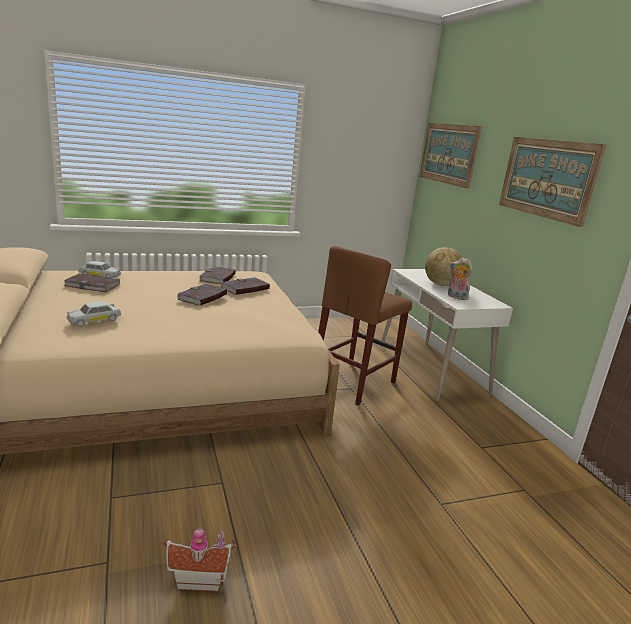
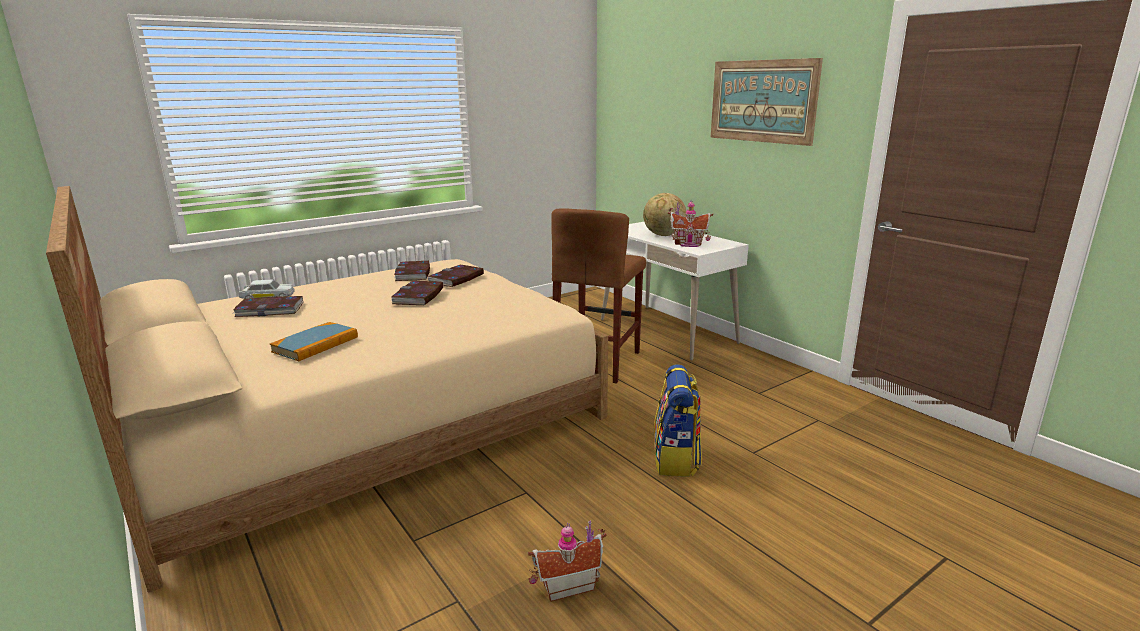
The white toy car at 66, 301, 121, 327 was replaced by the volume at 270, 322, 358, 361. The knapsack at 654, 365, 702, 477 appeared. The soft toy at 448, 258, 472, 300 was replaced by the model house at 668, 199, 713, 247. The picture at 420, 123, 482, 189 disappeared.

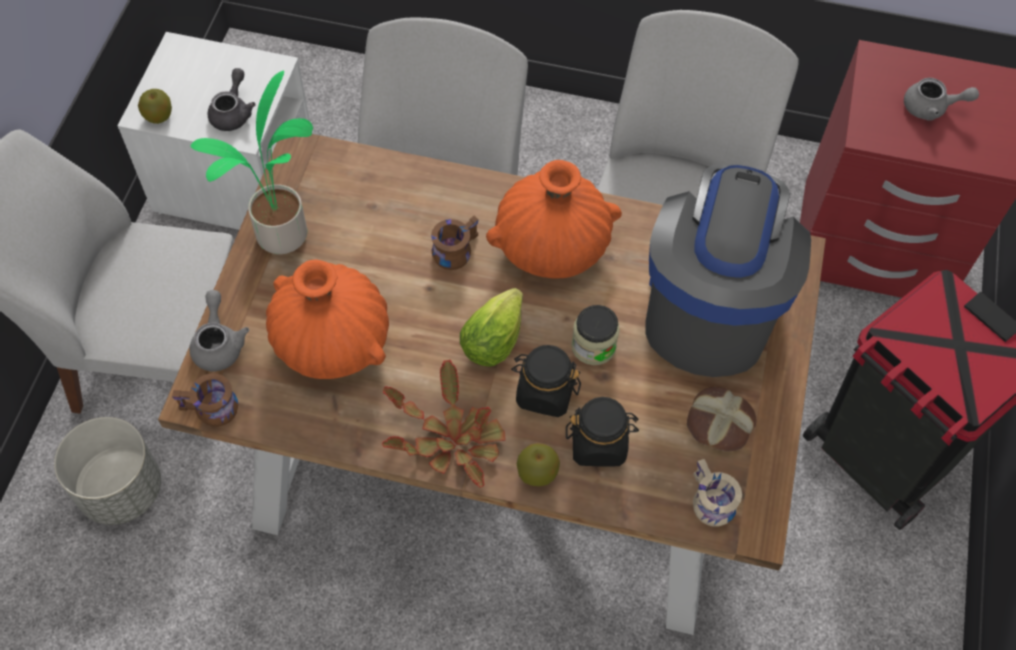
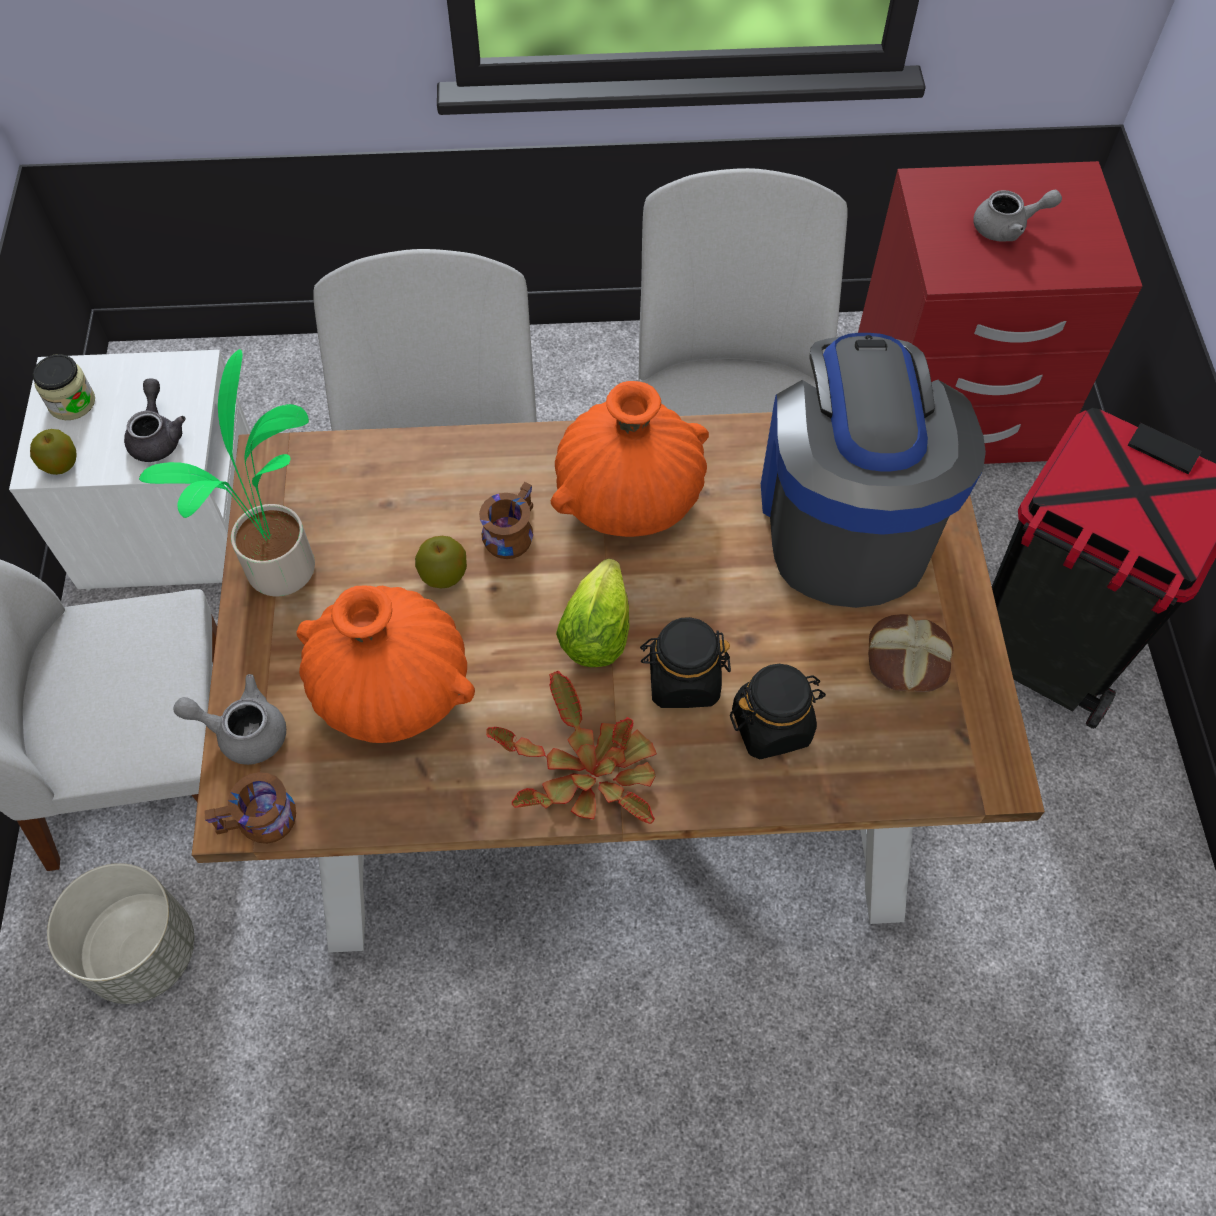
The storage jar moved from 571, 305, 620, 365 to 32, 354, 95, 420. The grey teapot at 189, 290, 249, 371 turned 60 degrees counterclockwise. The whole apple moved from 517, 443, 560, 486 to 415, 536, 467, 588. The beige mug at 693, 459, 742, 527 disappeared.

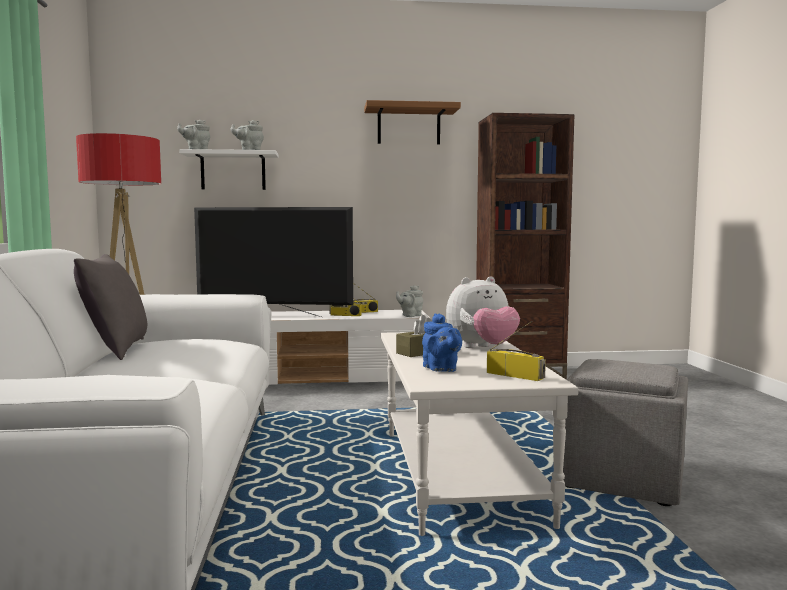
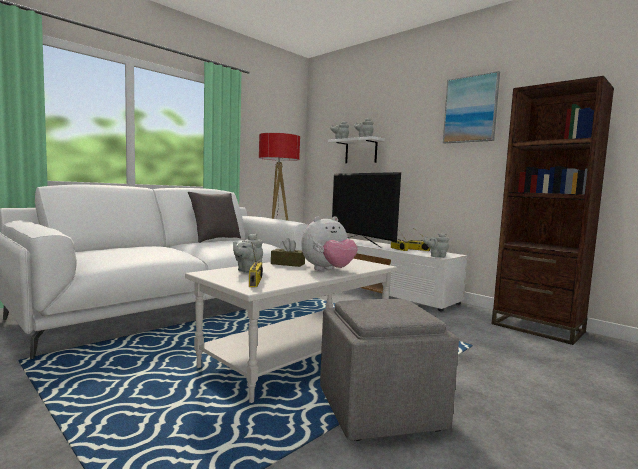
The bluish teapot at 422, 313, 462, 372 became the grey teapot at 233, 234, 263, 273. The soft toy at 446, 276, 520, 348 turned 60 degrees counterclockwise. The wall shelf at 364, 100, 461, 144 was replaced by the picture at 443, 71, 500, 143.

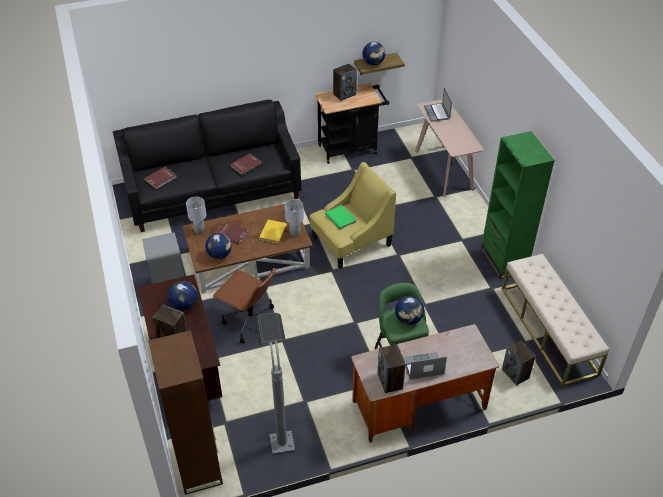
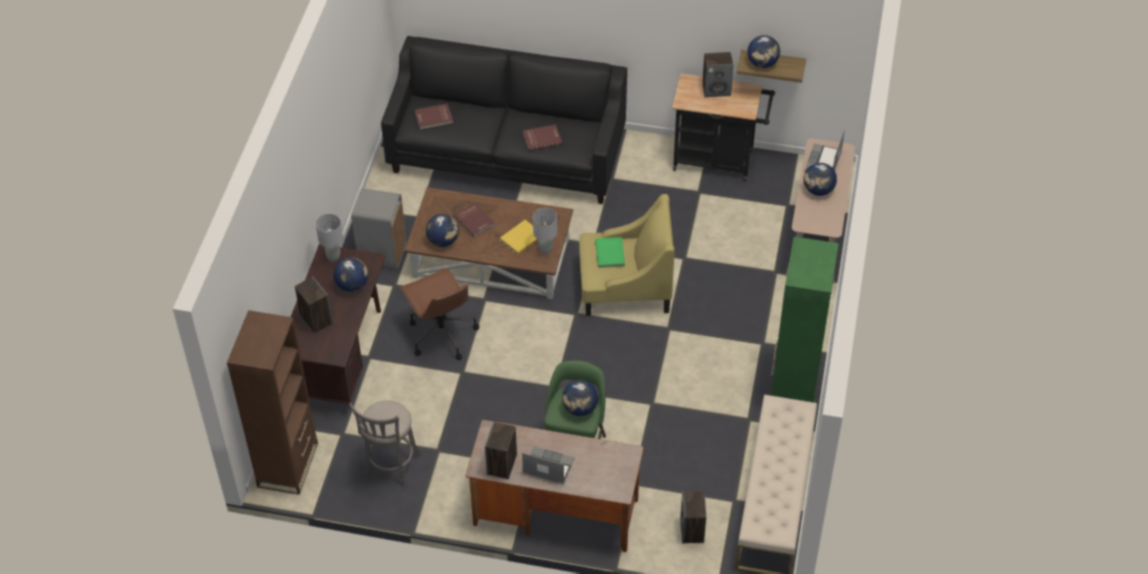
The grey tabletop lamp moved from 186, 197, 206, 234 to 316, 214, 343, 261. The grey floor lamp at 255, 313, 295, 454 was replaced by the grey sitting stool at 349, 400, 421, 487. The desk globe at 803, 163, 837, 196 appeared.

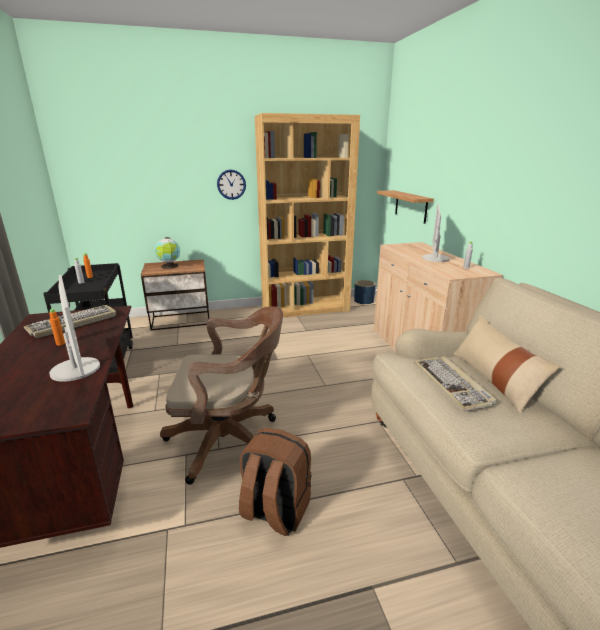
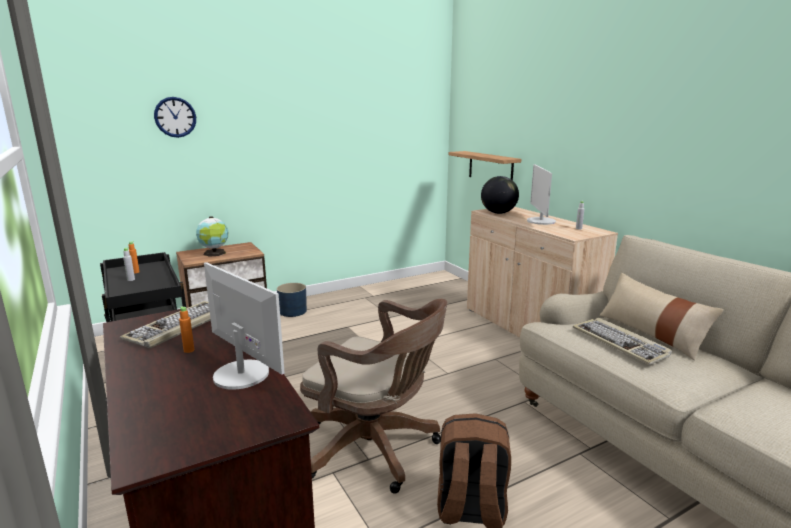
The hanging clock moved from 217, 169, 246, 200 to 154, 97, 196, 138. The bluish flower pot moved from 354, 280, 376, 304 to 277, 283, 307, 317. The brown-coloured office chair at 160, 306, 283, 485 turned 45 degrees clockwise. The desk globe at 481, 176, 519, 214 appeared. The brown-coloured bookshelf at 255, 113, 360, 317 disappeared.

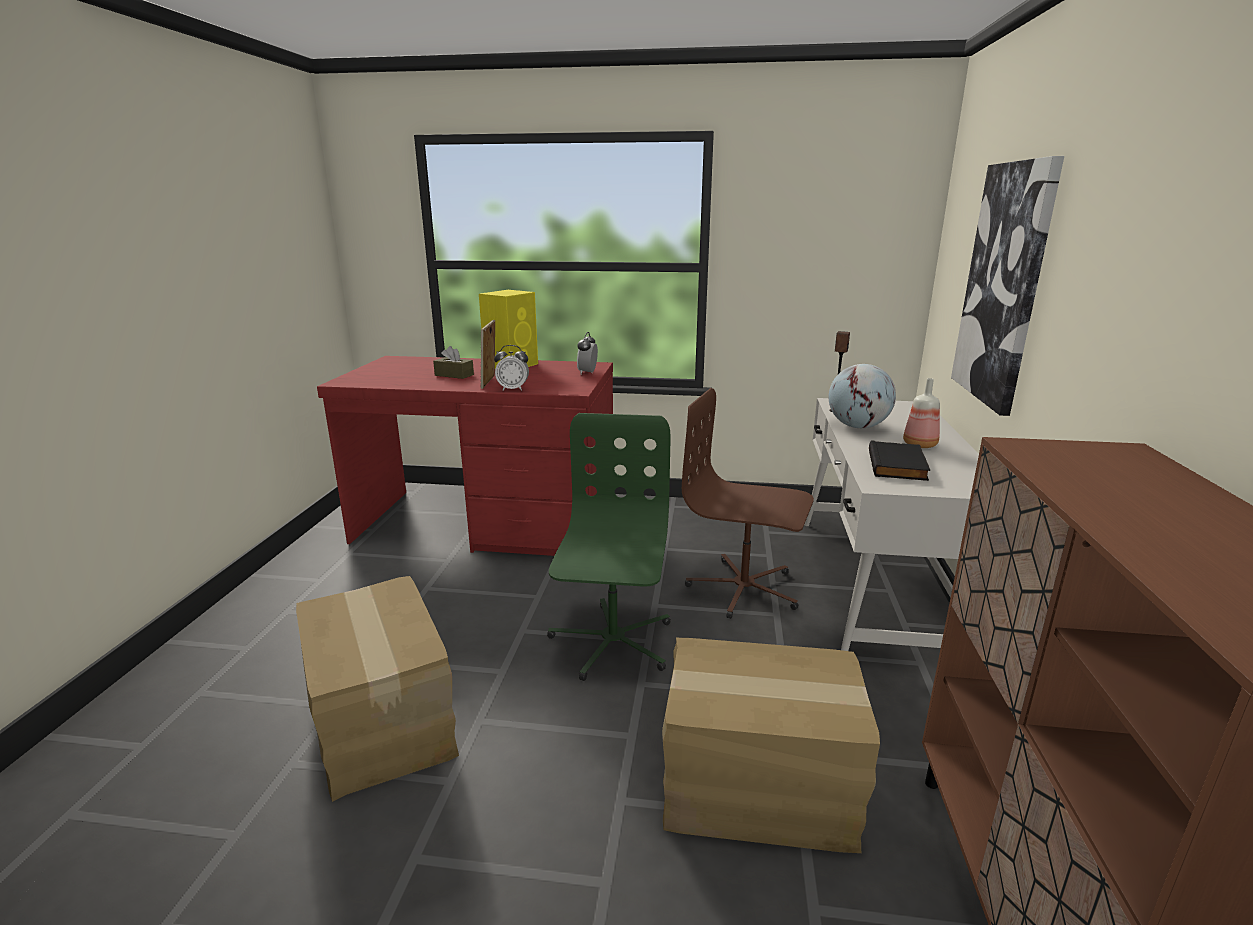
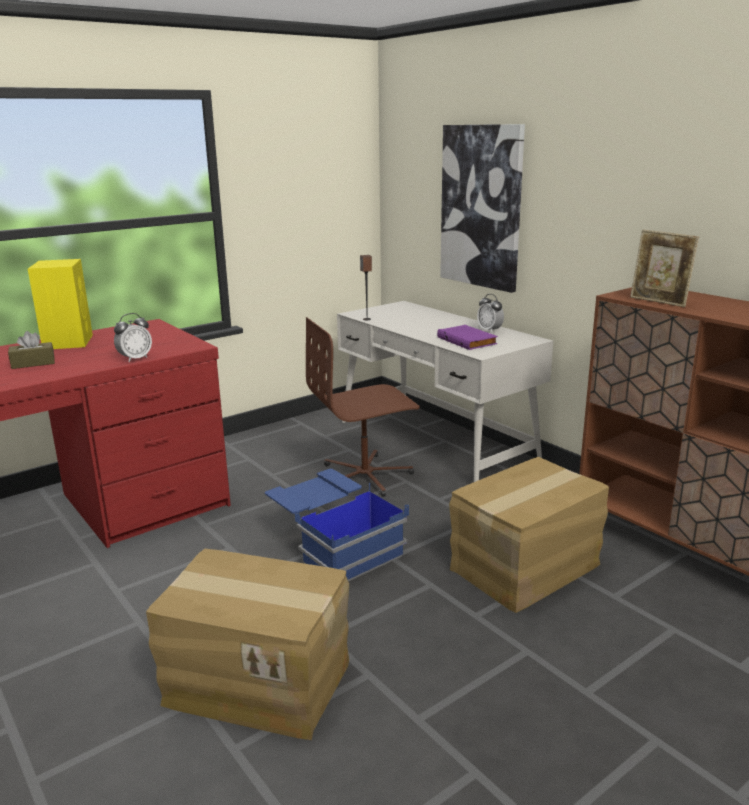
The green office chair at 547, 413, 671, 681 was replaced by the bluish storage bin at 265, 469, 409, 581. The blackish volume at 869, 440, 930, 481 became the purplish volume at 437, 325, 498, 350. The alarm clock moved from 577, 332, 598, 374 to 477, 294, 504, 333. The photo frame moved from 480, 320, 495, 389 to 630, 229, 699, 307. The desk globe at 829, 364, 896, 428 disappeared. The drink bottle at 903, 378, 940, 448 disappeared.

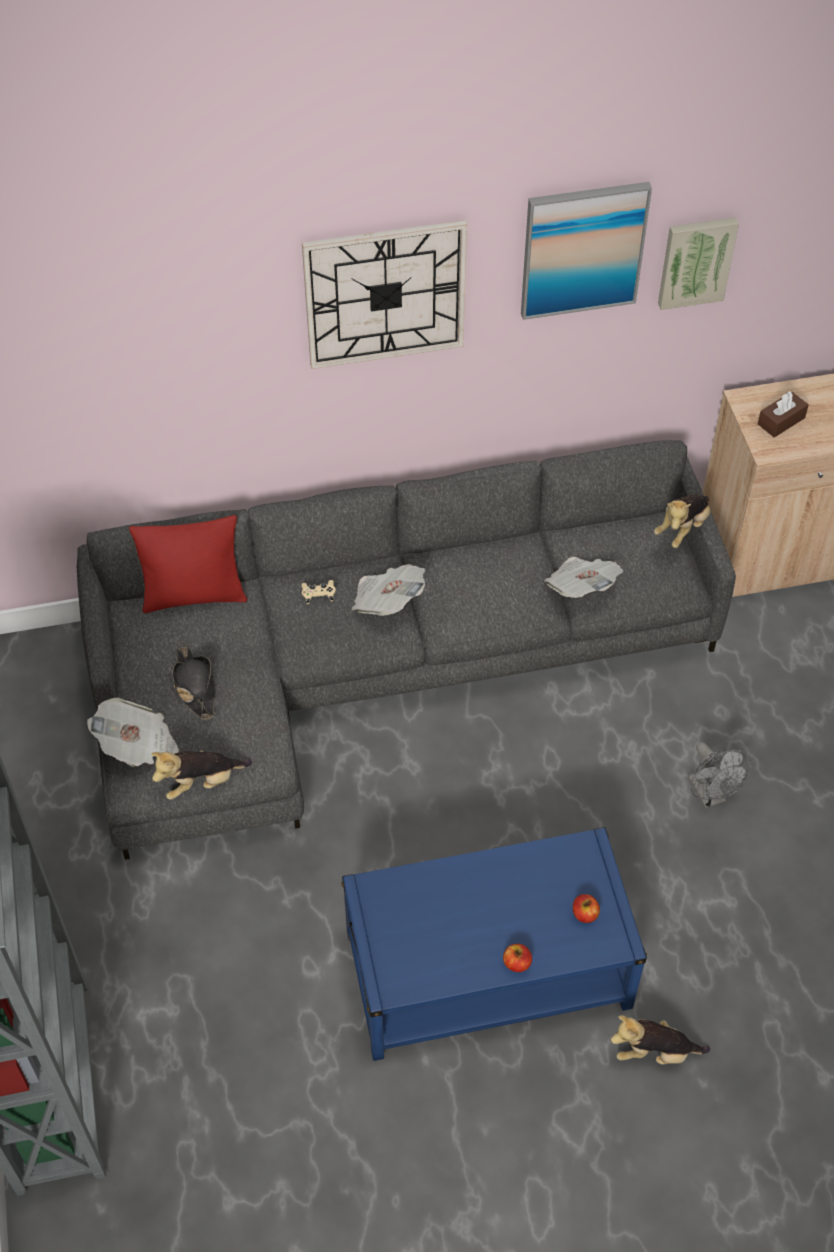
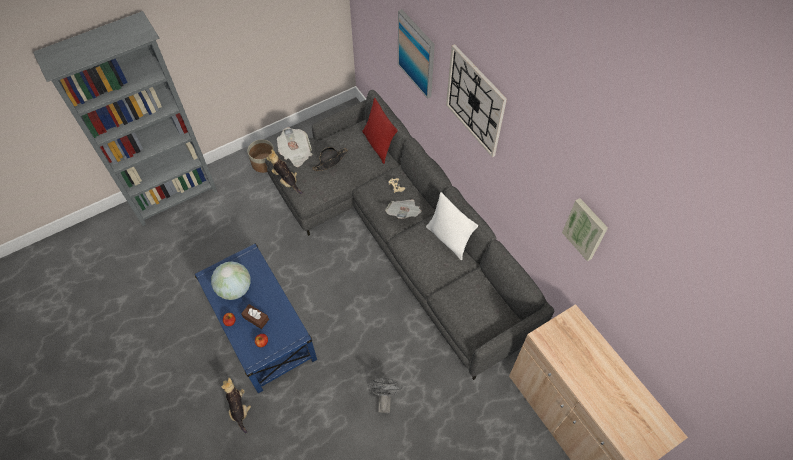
The desk globe at 211, 261, 251, 300 appeared. The brown-coloured tissue holder moved from 758, 391, 809, 438 to 241, 304, 269, 329. The flower pot at 247, 140, 274, 173 appeared. The grey fan at 688, 742, 751, 809 turned 135 degrees clockwise. The picture moved from 521, 182, 652, 320 to 398, 9, 435, 99. The white pillow at 426, 192, 478, 260 appeared. The daily paper at 544, 557, 623, 598 disappeared. The soft toy at 654, 494, 710, 548 disappeared.

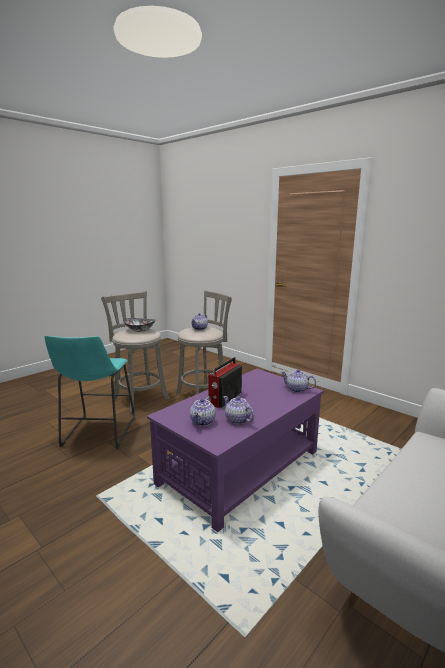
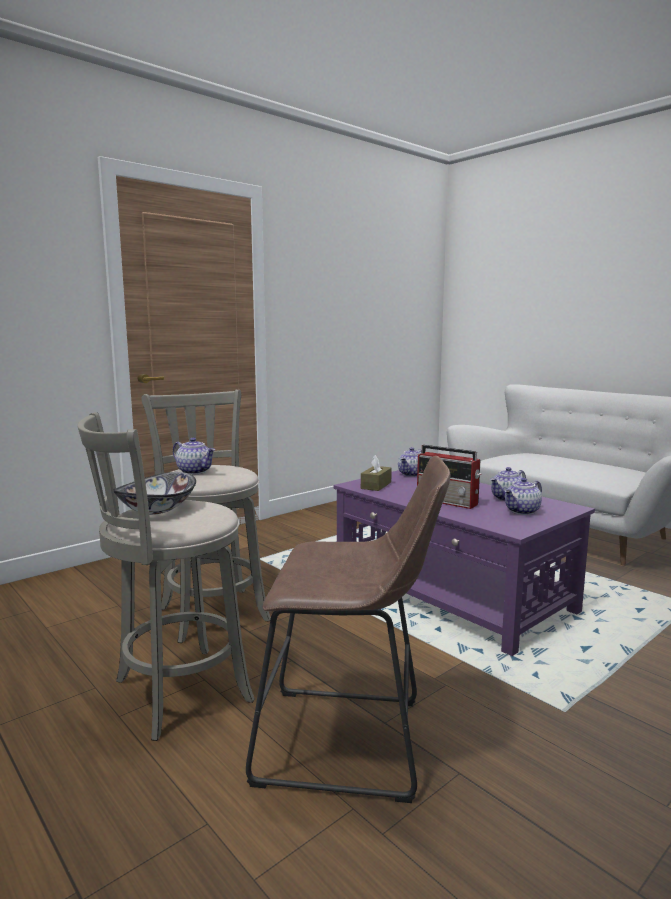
The turquoise-coloured sitting stool at 45, 336, 135, 449 became the brown-coloured sitting stool at 246, 456, 450, 803. The brown-coloured tissue holder at 361, 455, 392, 491 appeared. The teapot at 190, 396, 216, 426 turned 120 degrees clockwise.

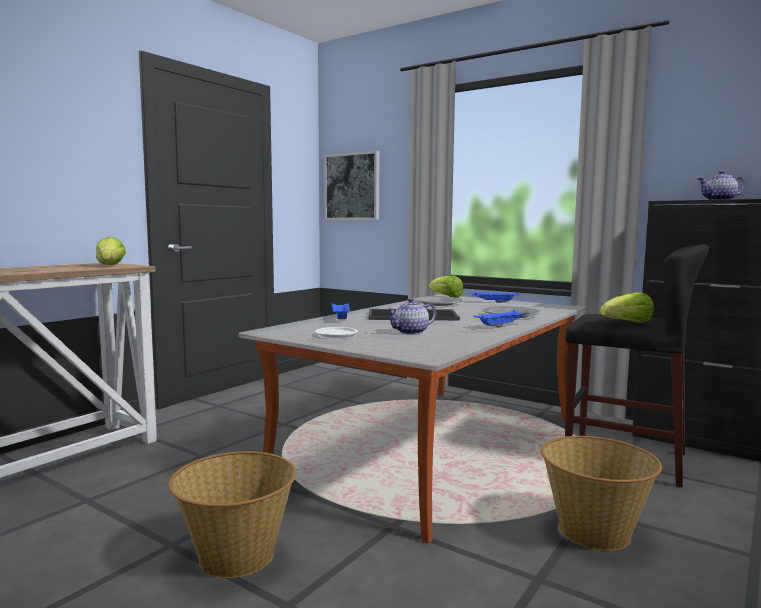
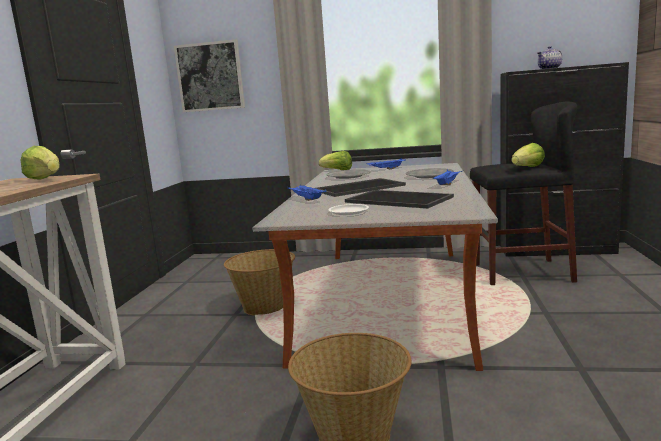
The basket moved from 541, 436, 662, 551 to 224, 249, 295, 316. The teapot at 386, 298, 436, 334 was replaced by the serving tray at 345, 190, 454, 208.

